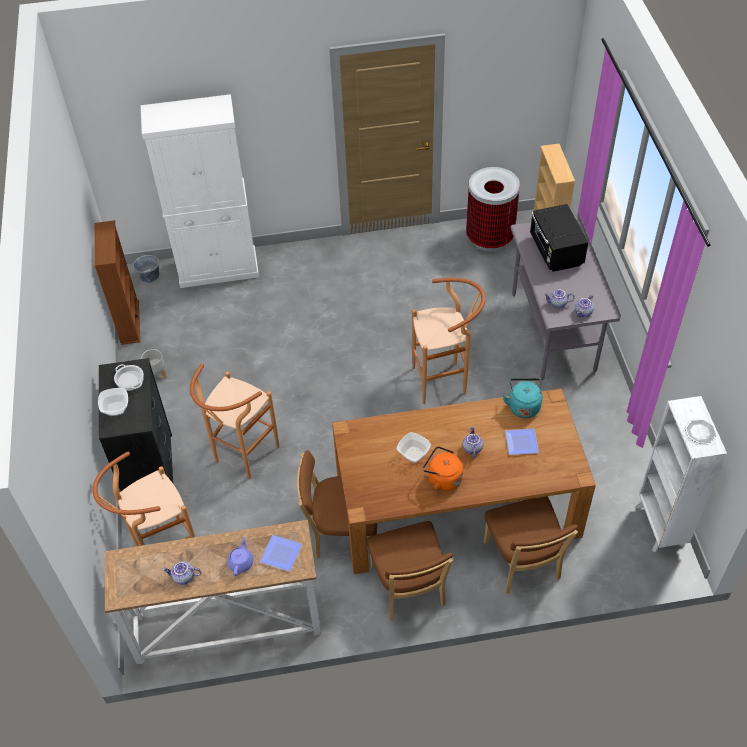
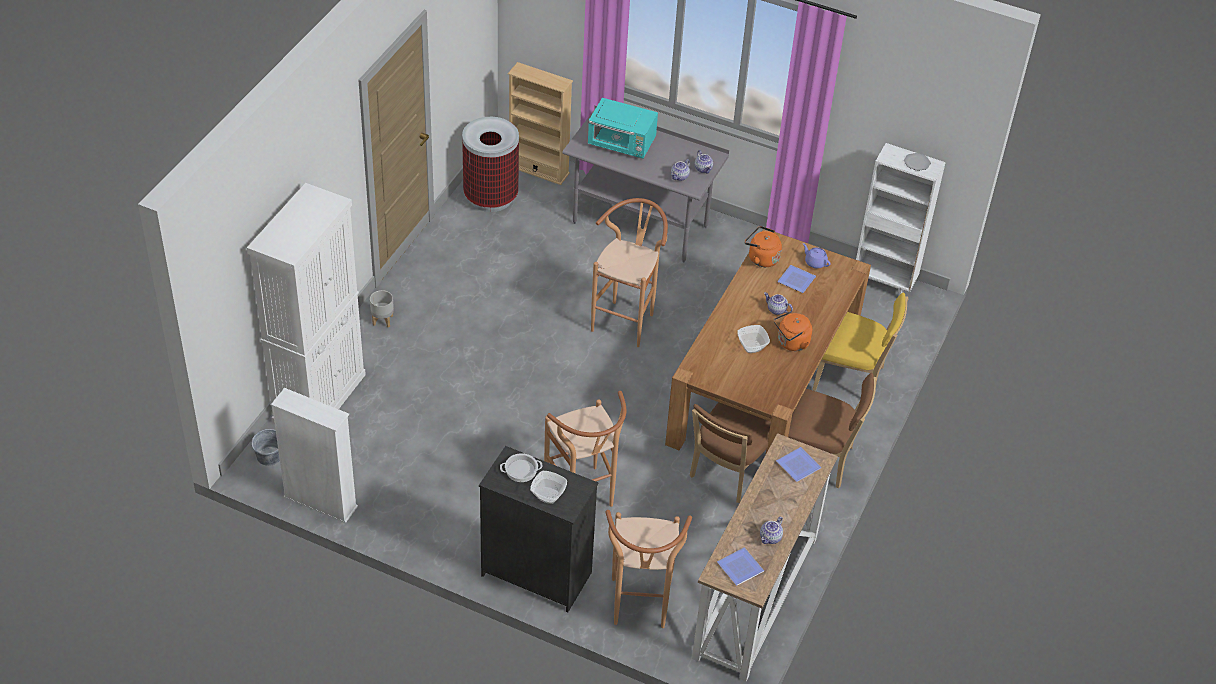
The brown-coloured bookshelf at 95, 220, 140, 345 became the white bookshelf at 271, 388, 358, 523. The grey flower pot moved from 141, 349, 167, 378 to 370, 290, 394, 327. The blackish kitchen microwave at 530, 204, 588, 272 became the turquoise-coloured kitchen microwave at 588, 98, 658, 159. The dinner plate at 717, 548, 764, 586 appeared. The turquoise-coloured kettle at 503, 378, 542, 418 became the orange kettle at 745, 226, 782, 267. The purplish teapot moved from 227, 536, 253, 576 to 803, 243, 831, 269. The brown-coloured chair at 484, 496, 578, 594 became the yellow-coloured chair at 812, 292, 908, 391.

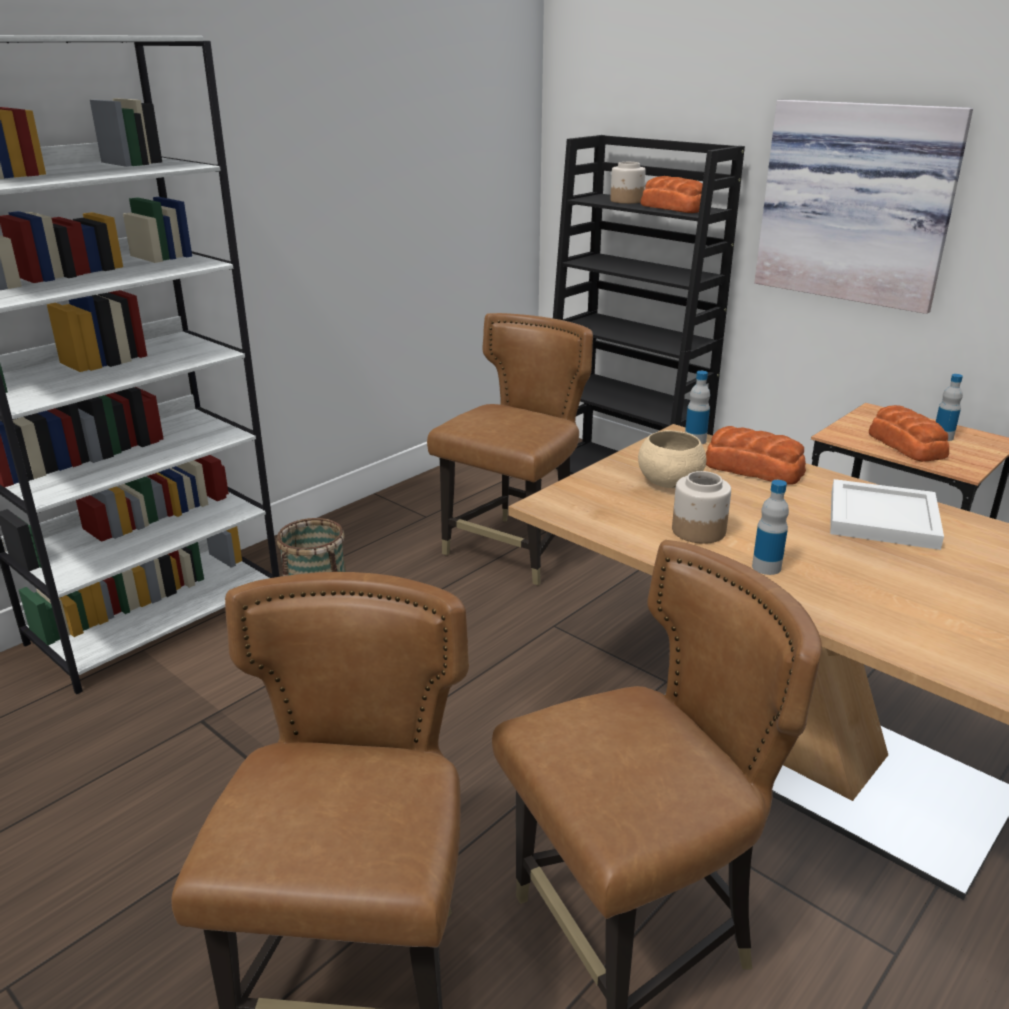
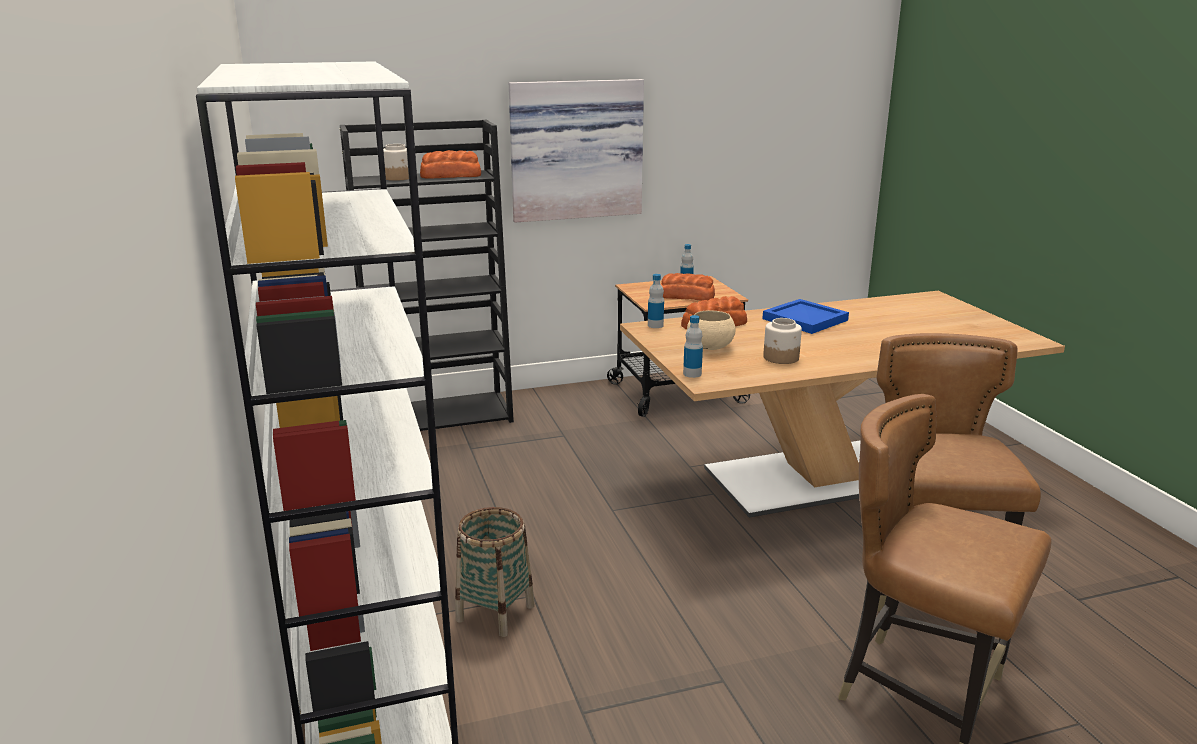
The drink bottle moved from 752, 480, 789, 575 to 683, 315, 703, 378. The white serving tray at 830, 479, 944, 550 became the bluish serving tray at 762, 299, 849, 334. The brown-coloured chair at 427, 313, 593, 585 disappeared.

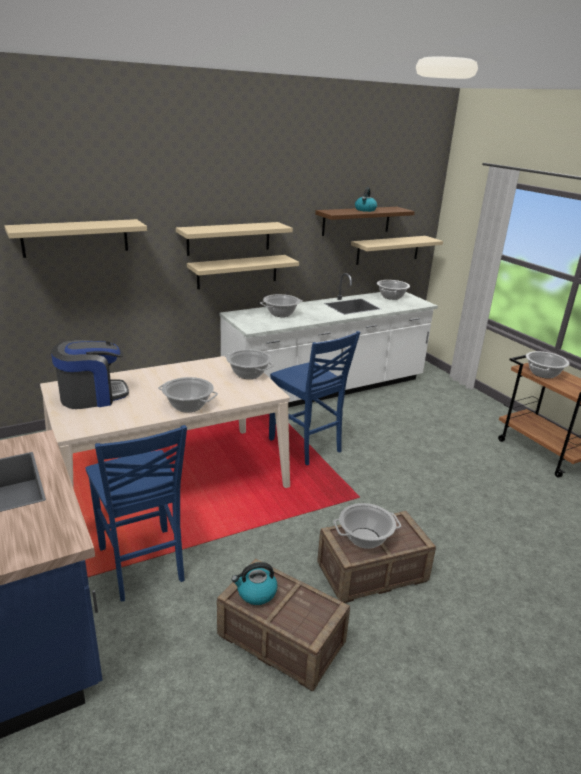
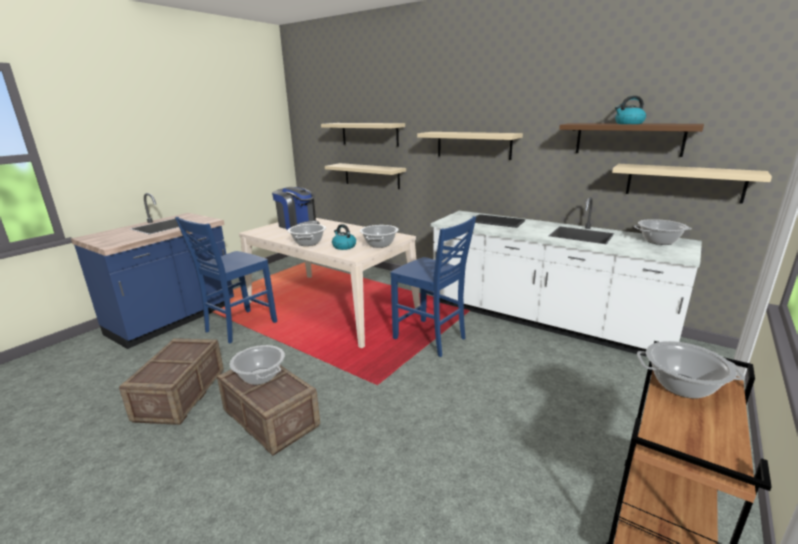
The beige wall shelf moved from 187, 255, 299, 289 to 325, 163, 406, 189. The kettle moved from 231, 562, 278, 605 to 332, 224, 356, 250. The bluish chair at 269, 331, 360, 465 turned 75 degrees counterclockwise. The stockpot at 260, 294, 303, 317 was replaced by the serving tray at 475, 214, 525, 228.

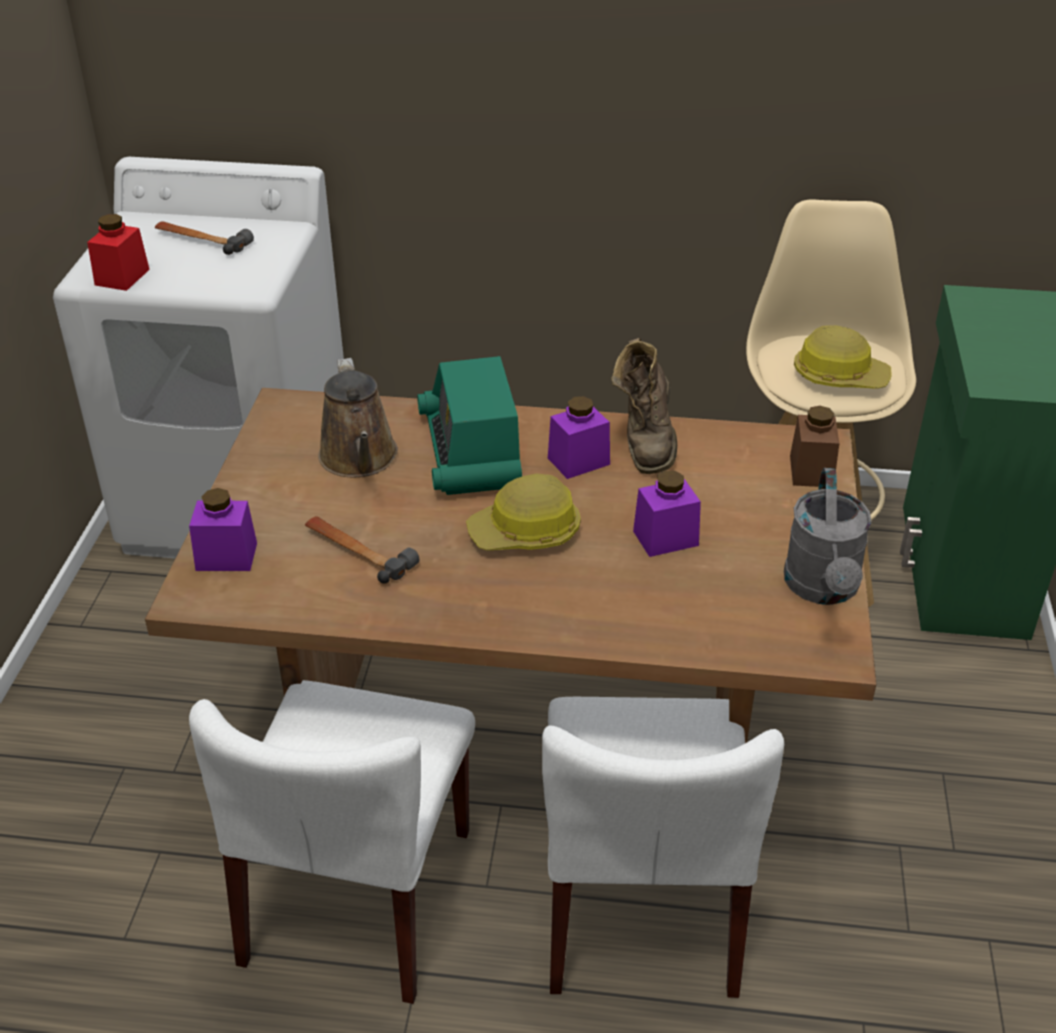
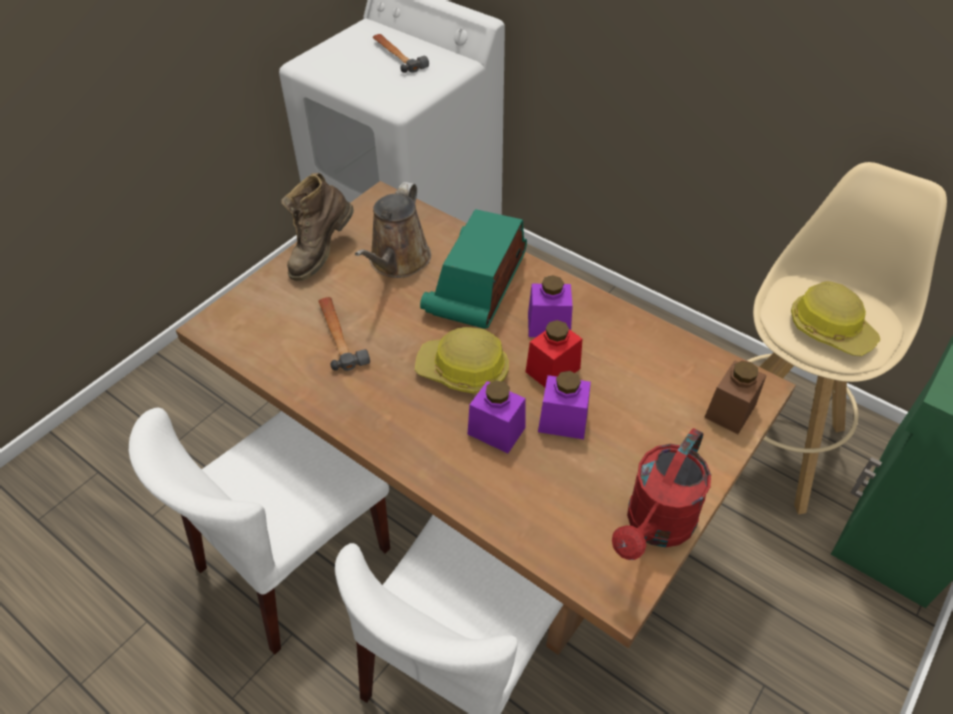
The brown-coloured tall boot moved from 611, 338, 677, 474 to 281, 173, 354, 281. The purplish storage jar moved from 189, 488, 257, 571 to 468, 381, 526, 453. The red-coloured storage jar moved from 87, 214, 150, 291 to 526, 320, 582, 387. The grey watering can at 784, 468, 872, 605 became the red-coloured watering can at 612, 428, 711, 560.

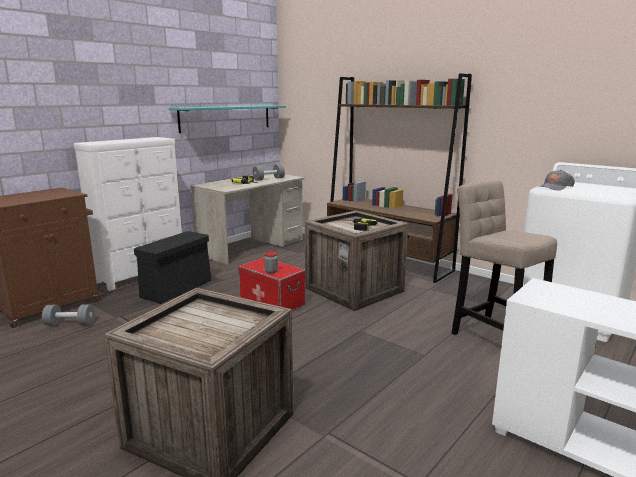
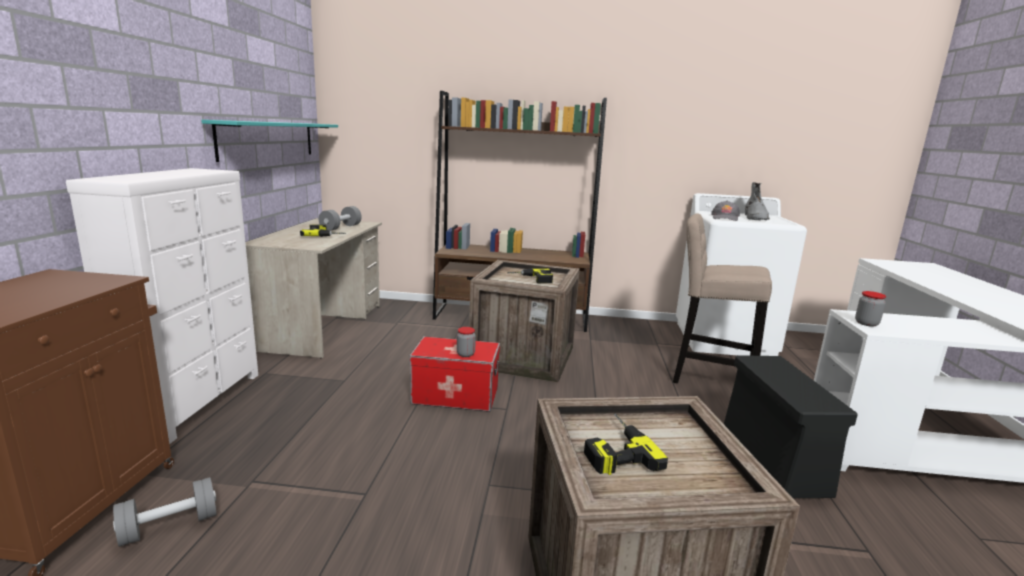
The electric drill at 584, 413, 668, 475 appeared. The blackish storage bin moved from 134, 231, 211, 304 to 724, 355, 858, 498. The grey tall boot at 745, 182, 770, 221 appeared. The storage jar at 855, 291, 886, 327 appeared.

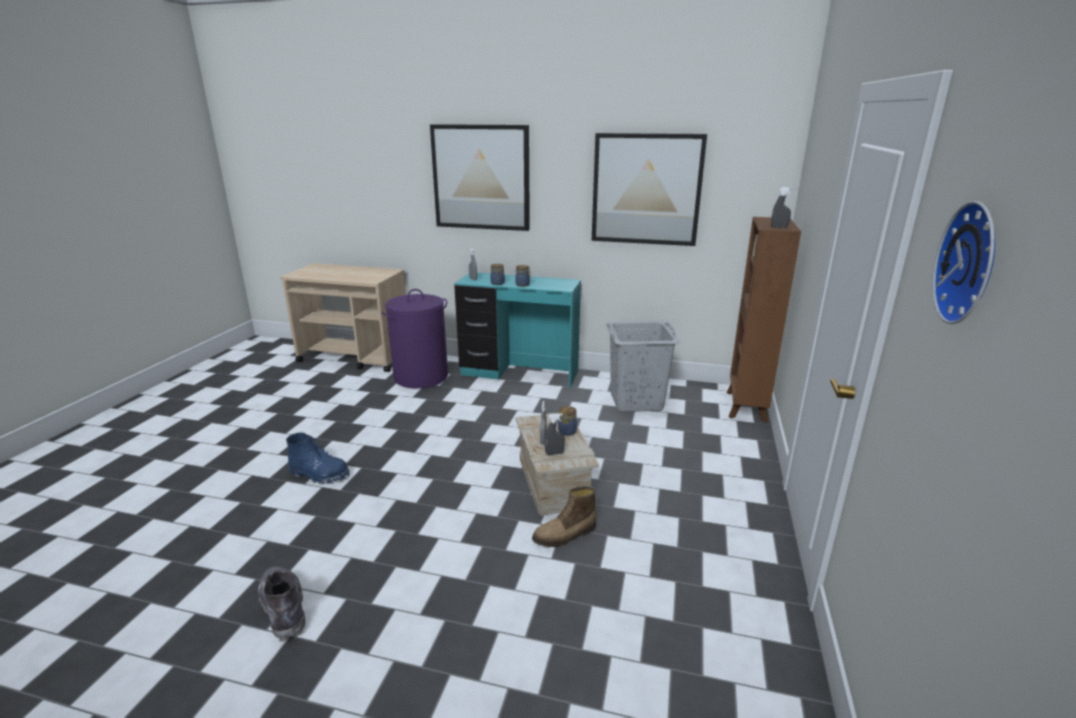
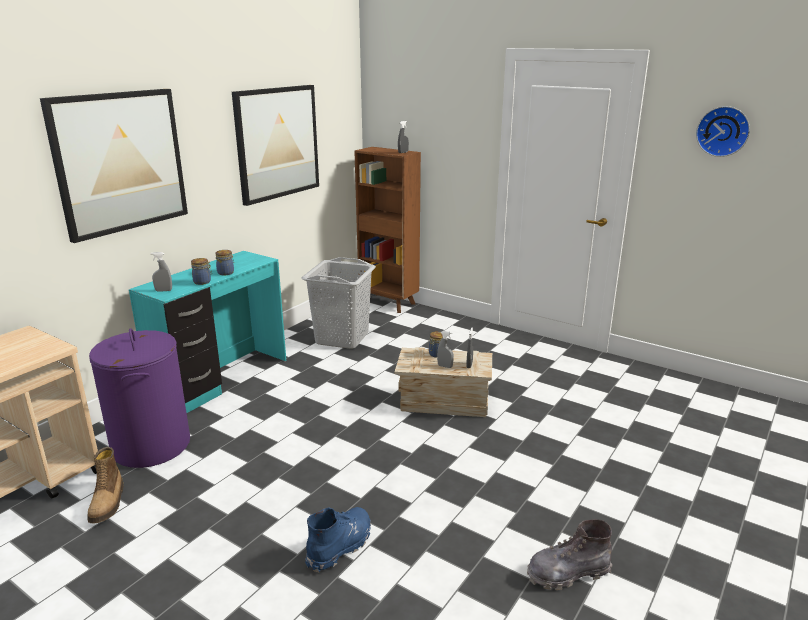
The tall boot moved from 532, 486, 596, 547 to 88, 447, 123, 523.

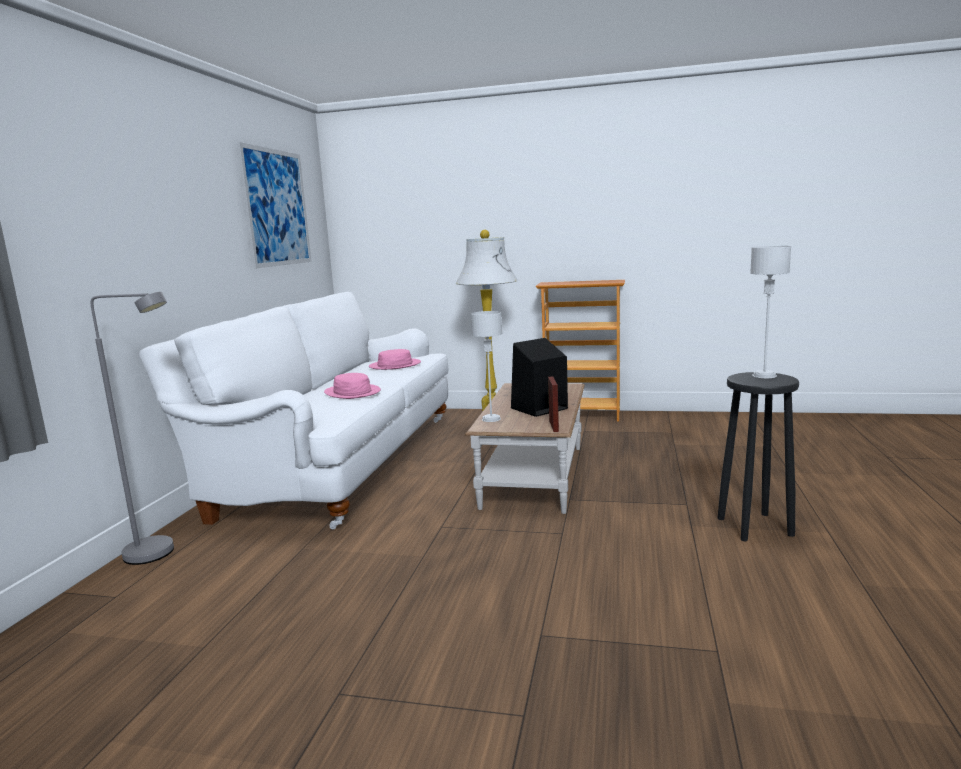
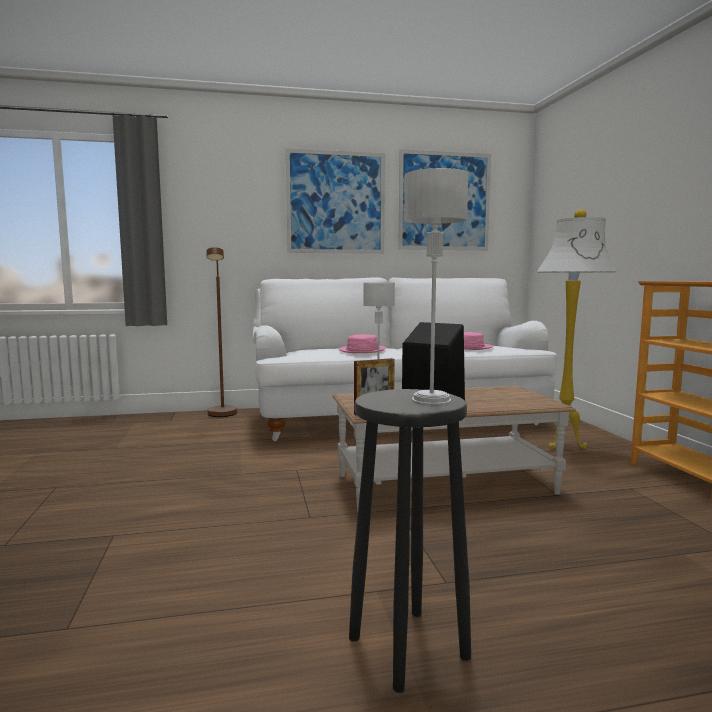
The grey floor lamp at 91, 292, 174, 565 became the brown-coloured floor lamp at 206, 247, 237, 417. The picture at 286, 148, 385, 254 appeared.

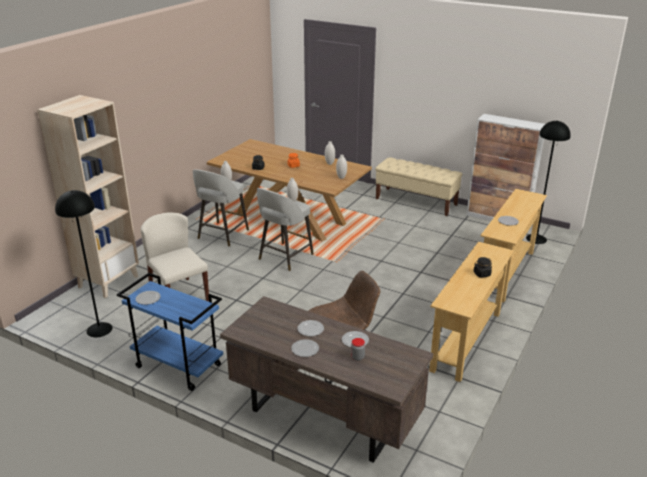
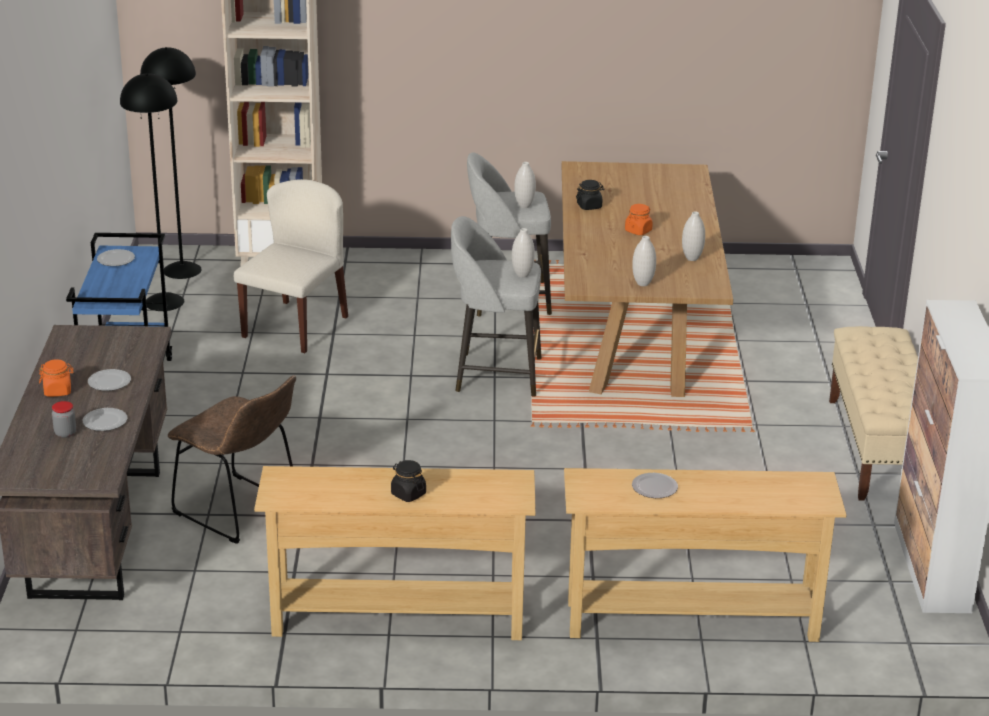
The dinner plate at 291, 339, 319, 357 was replaced by the orange storage jar at 39, 359, 74, 397. The blackish floor lamp moved from 526, 121, 571, 244 to 140, 47, 202, 279.

